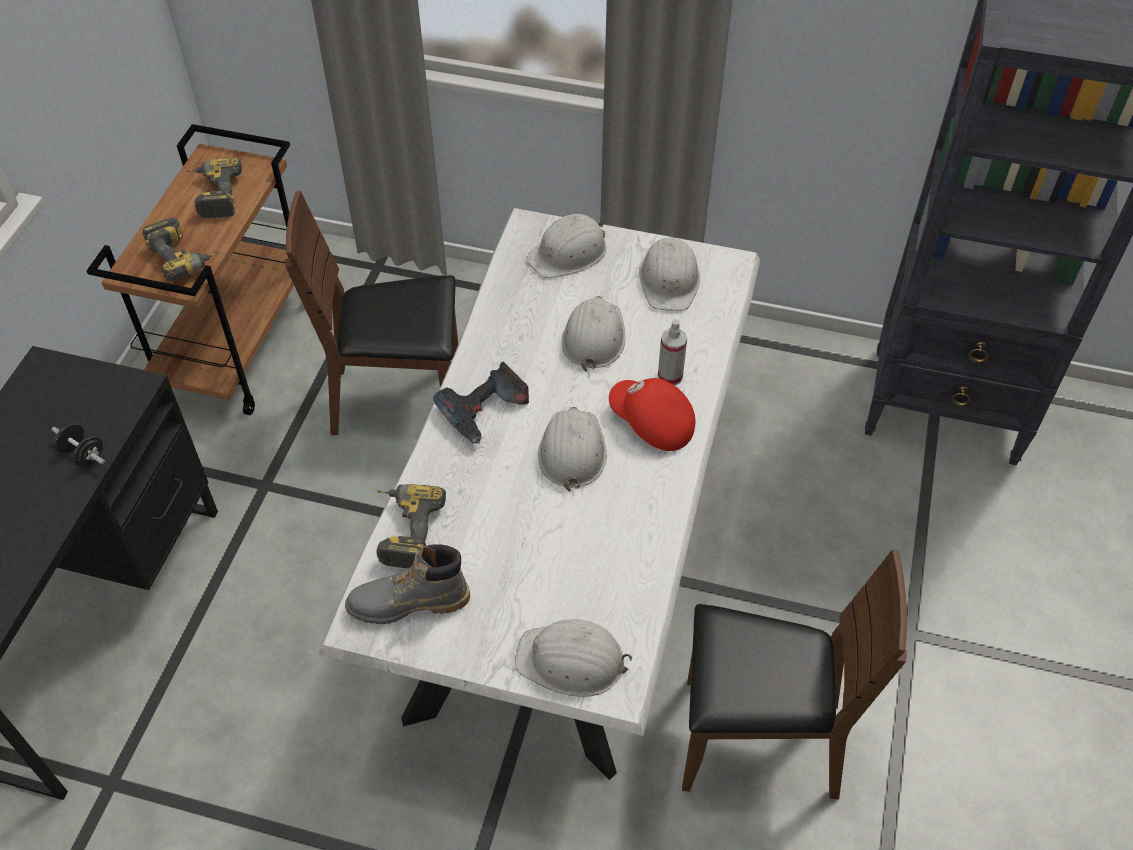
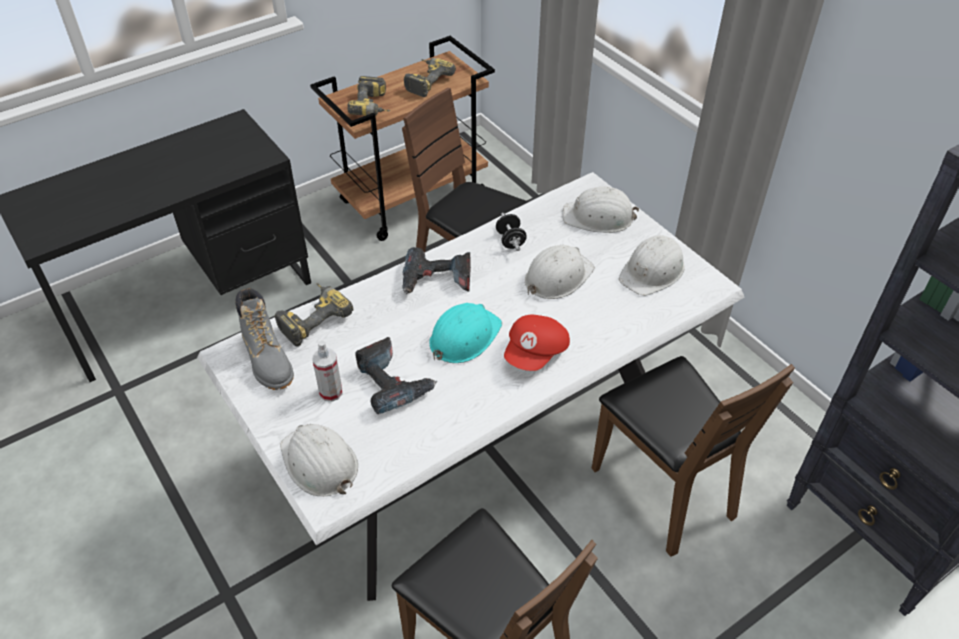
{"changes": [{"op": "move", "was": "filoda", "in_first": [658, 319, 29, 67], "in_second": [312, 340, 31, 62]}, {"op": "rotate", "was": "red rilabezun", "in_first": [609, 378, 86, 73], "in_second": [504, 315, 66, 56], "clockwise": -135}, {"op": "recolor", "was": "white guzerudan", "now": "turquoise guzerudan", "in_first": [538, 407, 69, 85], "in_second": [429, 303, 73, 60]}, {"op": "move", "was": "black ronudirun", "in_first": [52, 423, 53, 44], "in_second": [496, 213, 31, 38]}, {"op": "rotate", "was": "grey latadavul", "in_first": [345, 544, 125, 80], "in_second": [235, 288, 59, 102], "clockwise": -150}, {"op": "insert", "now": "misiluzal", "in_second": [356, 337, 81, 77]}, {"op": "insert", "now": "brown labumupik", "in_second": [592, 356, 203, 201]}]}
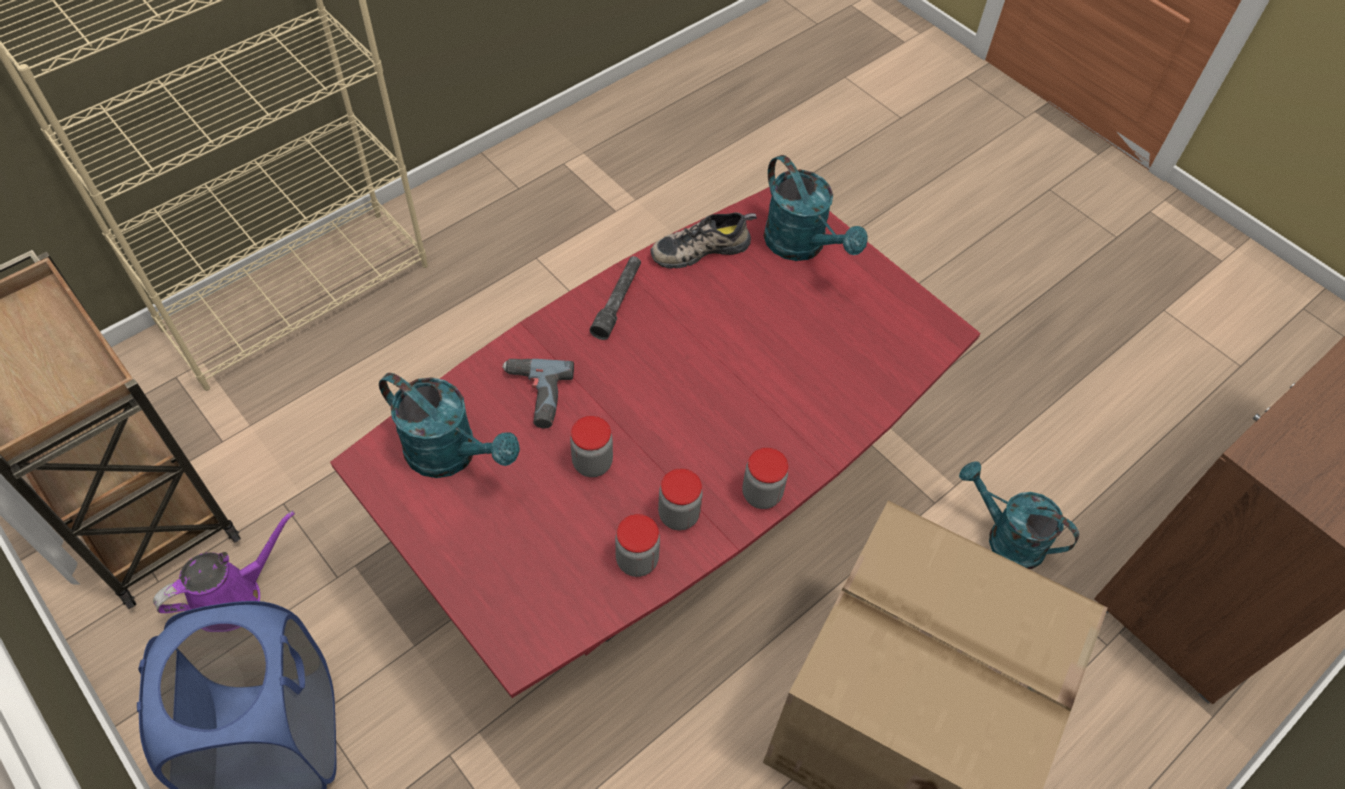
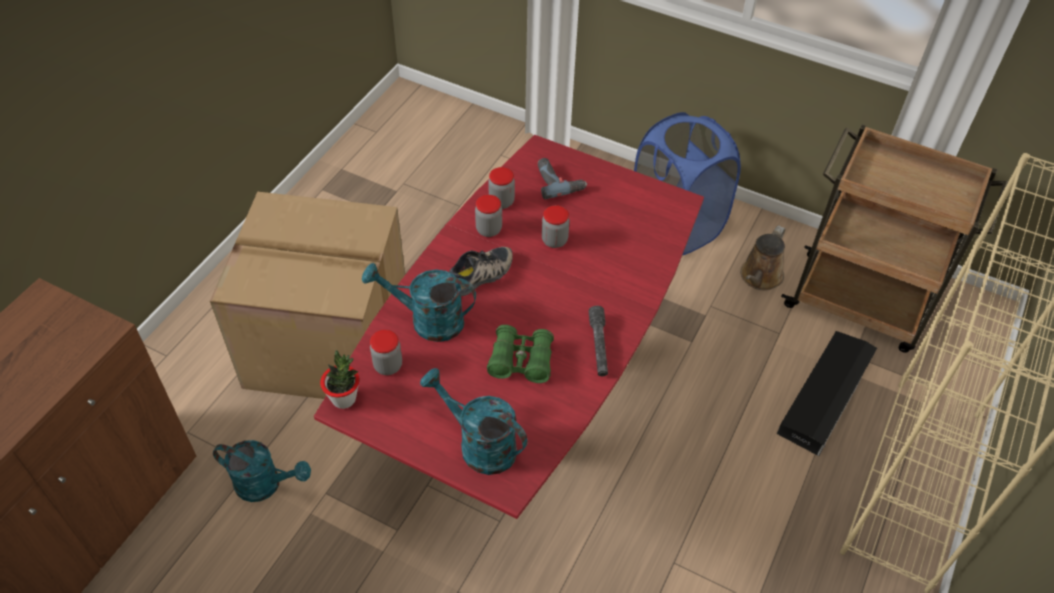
{"changes": [{"op": "move", "was": "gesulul", "in_first": [651, 212, 106, 57], "in_second": [449, 247, 64, 49]}, {"op": "move", "was": "misiluzal", "in_first": [502, 359, 72, 70], "in_second": [538, 158, 49, 41]}, {"op": "move", "was": "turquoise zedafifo", "in_first": [379, 373, 141, 105], "in_second": [362, 263, 114, 79]}, {"op": "move", "was": "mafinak", "in_first": [742, 448, 46, 61], "in_second": [370, 330, 32, 45]}, {"op": "recolor", "was": "purple zedafifo", "now": "brown zedafifo", "in_first": [153, 510, 142, 103], "in_second": [740, 225, 46, 66]}, {"op": "insert", "now": "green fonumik", "in_second": [487, 325, 67, 58]}, {"op": "insert", "now": "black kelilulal", "in_second": [777, 331, 100, 125]}, {"op": "insert", "now": "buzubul", "in_second": [320, 350, 39, 59]}]}
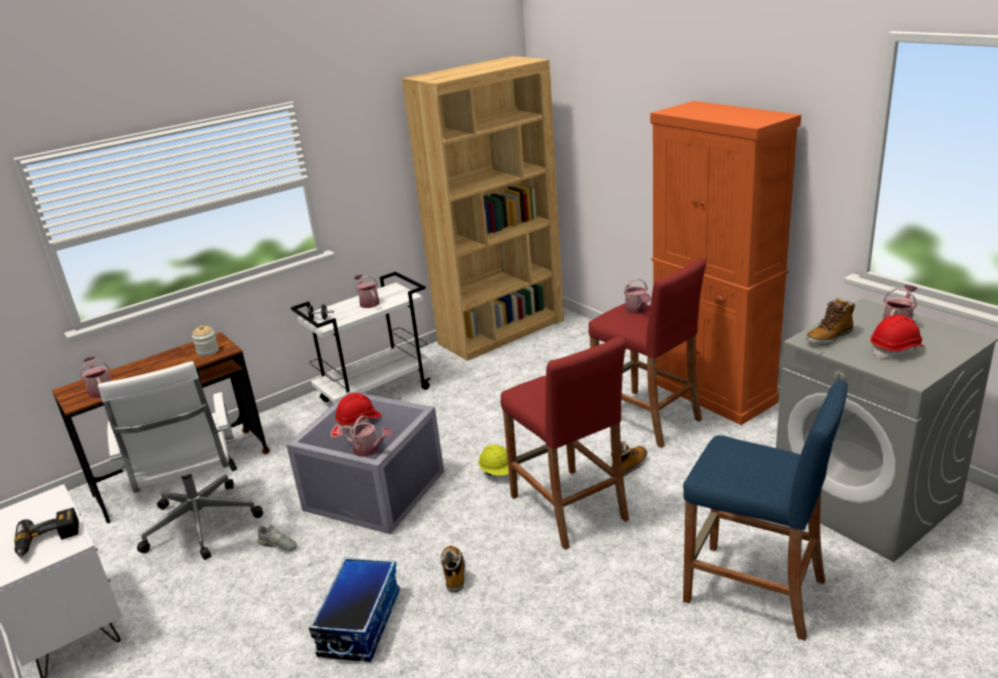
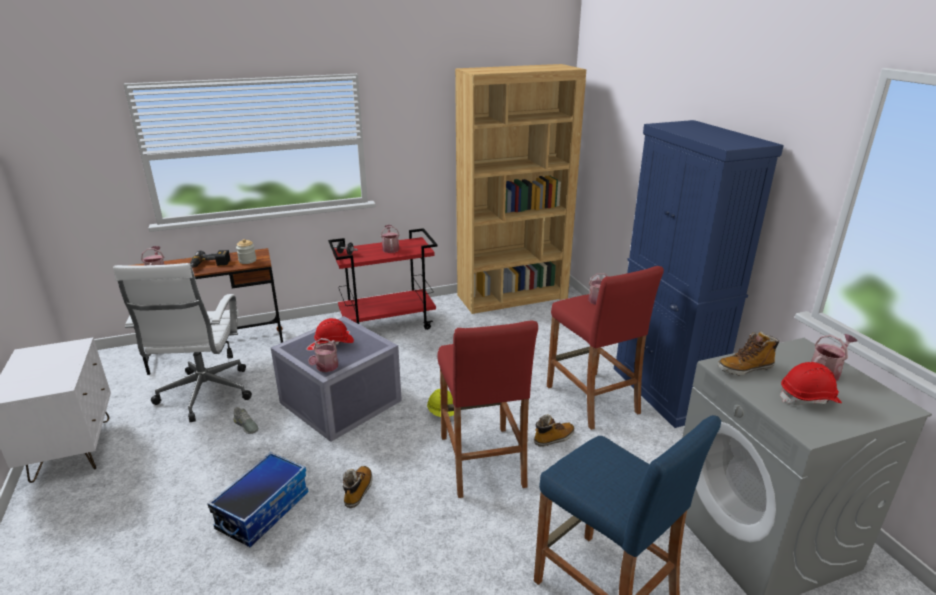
{"changes": [{"op": "recolor", "was": "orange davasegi", "now": "blue davasegi", "in_first": [650, 101, 151, 324], "in_second": [614, 120, 170, 308]}, {"op": "recolor", "was": "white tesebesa", "now": "red tesebesa", "in_first": [291, 272, 141, 131], "in_second": [328, 228, 110, 102]}, {"op": "rotate", "was": "zedafifo", "in_first": [342, 415, 51, 41], "in_second": [308, 338, 30, 34], "clockwise": 60}, {"op": "move", "was": "misiluzal", "in_first": [14, 507, 65, 51], "in_second": [190, 250, 40, 18]}]}
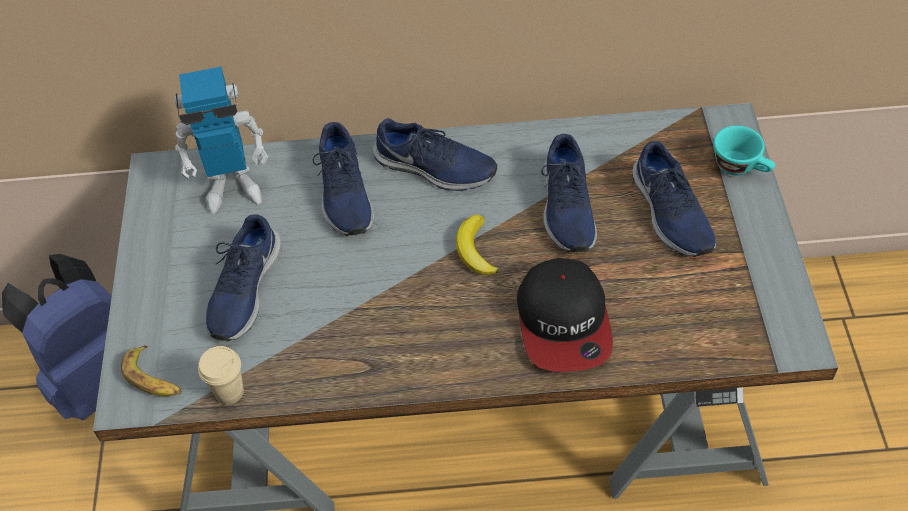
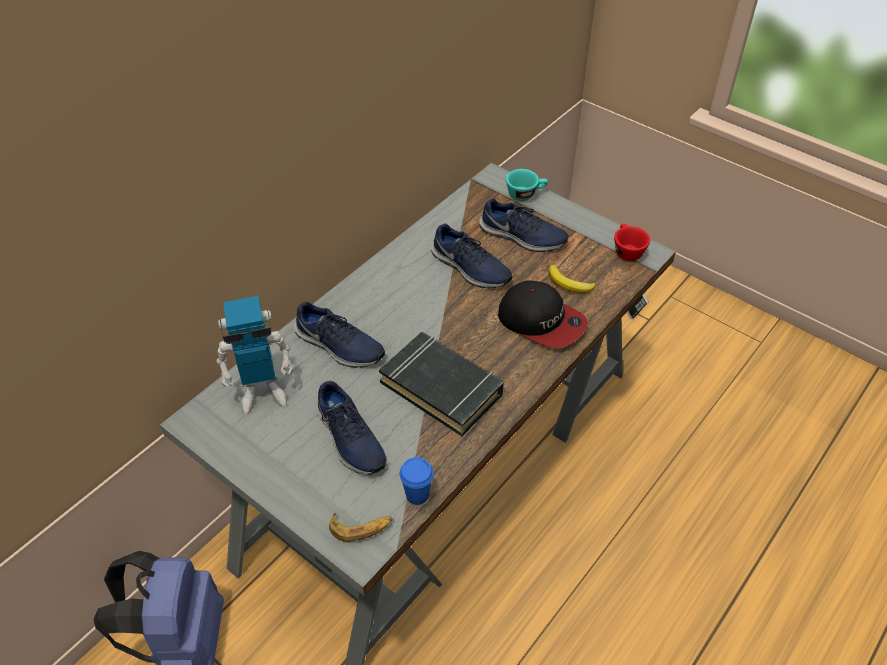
{"changes": [{"op": "rotate", "was": "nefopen", "in_first": [174, 67, 94, 147], "in_second": [216, 296, 78, 119], "clockwise": 45}, {"op": "delete", "was": "blue gesulul", "in_first": [373, 118, 124, 73]}, {"op": "move", "was": "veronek", "in_first": [456, 214, 43, 61], "in_second": [548, 265, 48, 28]}, {"op": "recolor", "was": "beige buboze", "now": "blue buboze", "in_first": [198, 346, 46, 58], "in_second": [399, 457, 35, 48]}, {"op": "insert", "now": "red buboze", "in_second": [614, 224, 36, 37]}, {"op": "insert", "now": "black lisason", "in_second": [379, 332, 125, 104]}]}
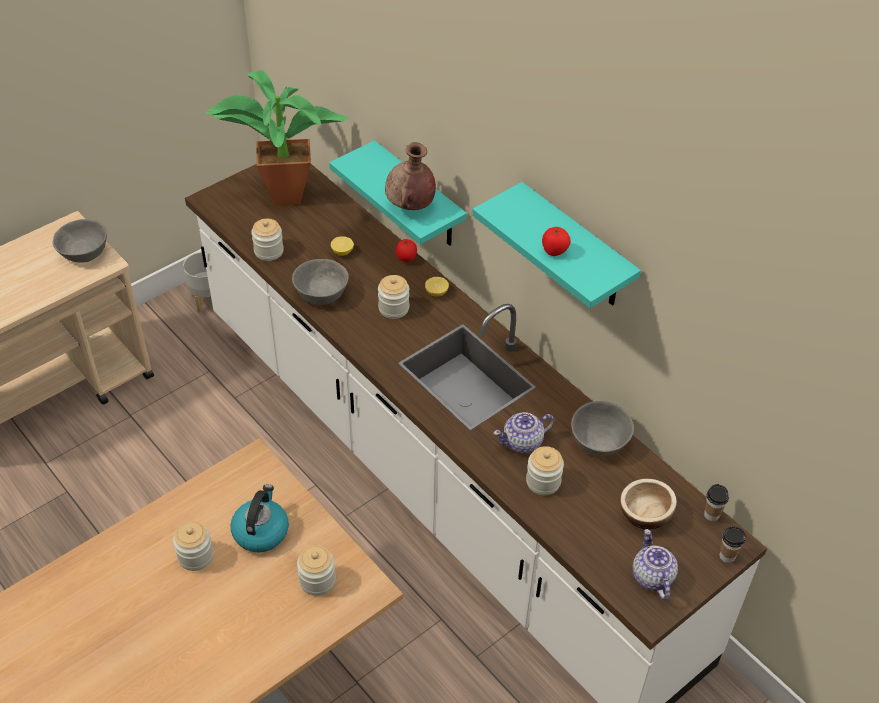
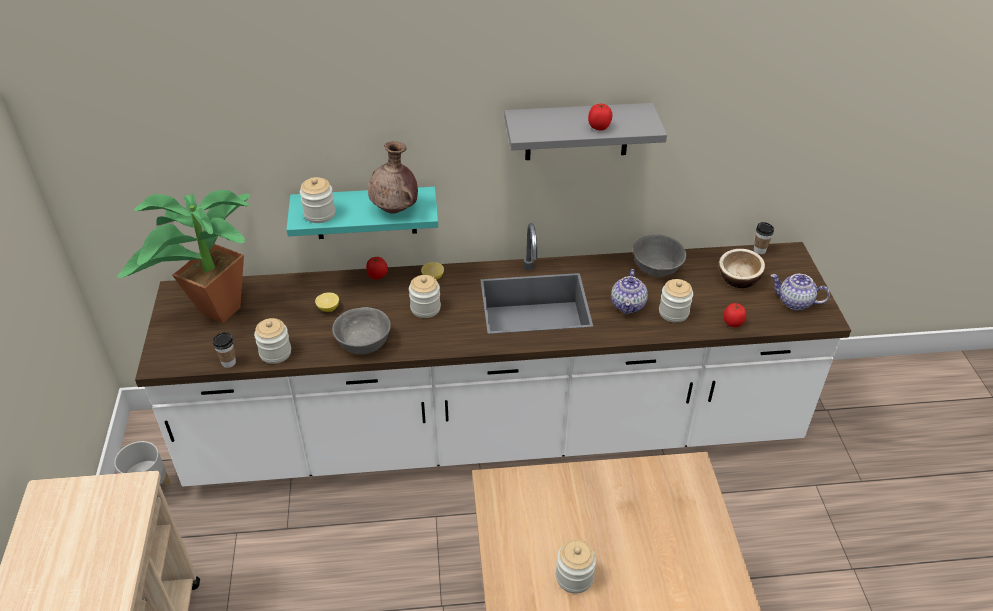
{"changes": [{"op": "recolor", "was": "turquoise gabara", "now": "grey gabara", "in_first": [472, 182, 169, 126], "in_second": [504, 103, 163, 57]}, {"op": "delete", "was": "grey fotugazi", "in_first": [53, 219, 54, 44]}, {"op": "delete", "was": "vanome", "in_first": [231, 484, 58, 68]}, {"op": "move", "was": "buboze", "in_first": [720, 526, 26, 37], "in_second": [213, 332, 23, 36]}, {"op": "move", "was": "mafinak", "in_first": [297, 545, 39, 51], "in_second": [300, 177, 35, 46]}, {"op": "insert", "now": "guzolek", "in_second": [723, 303, 23, 24]}]}
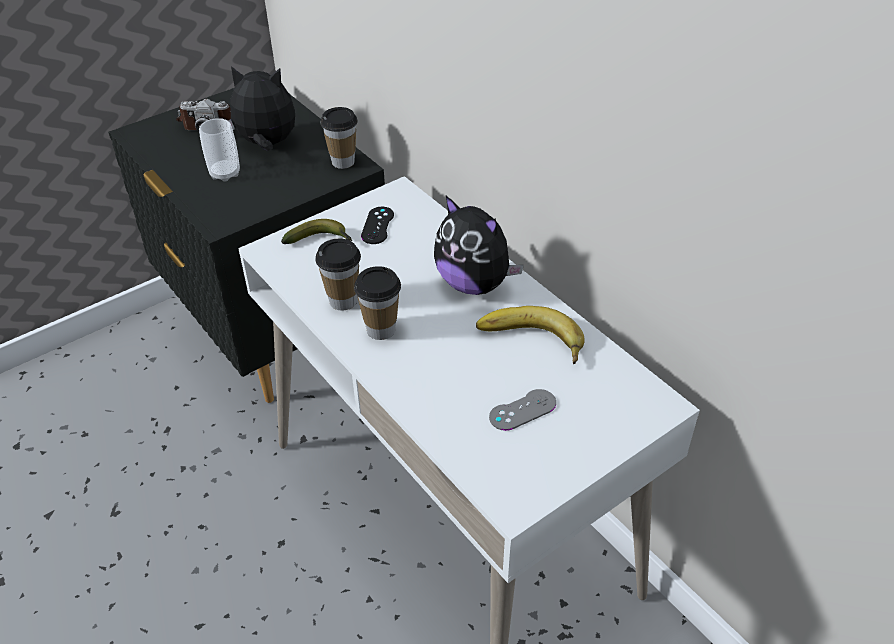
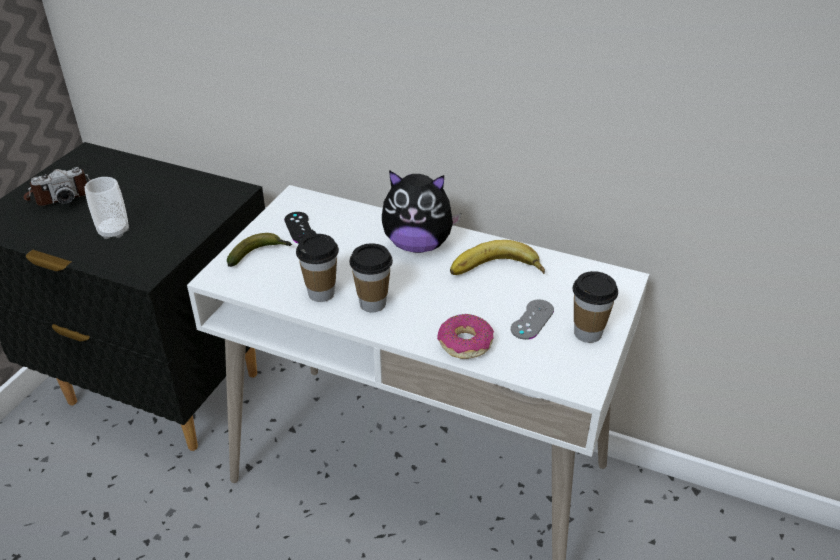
{"changes": [{"op": "delete", "was": "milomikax", "in_first": [228, 66, 67, 85]}, {"op": "move", "was": "buboze", "in_first": [320, 107, 38, 62], "in_second": [572, 271, 46, 72]}, {"op": "insert", "now": "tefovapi", "in_second": [437, 314, 57, 45]}]}
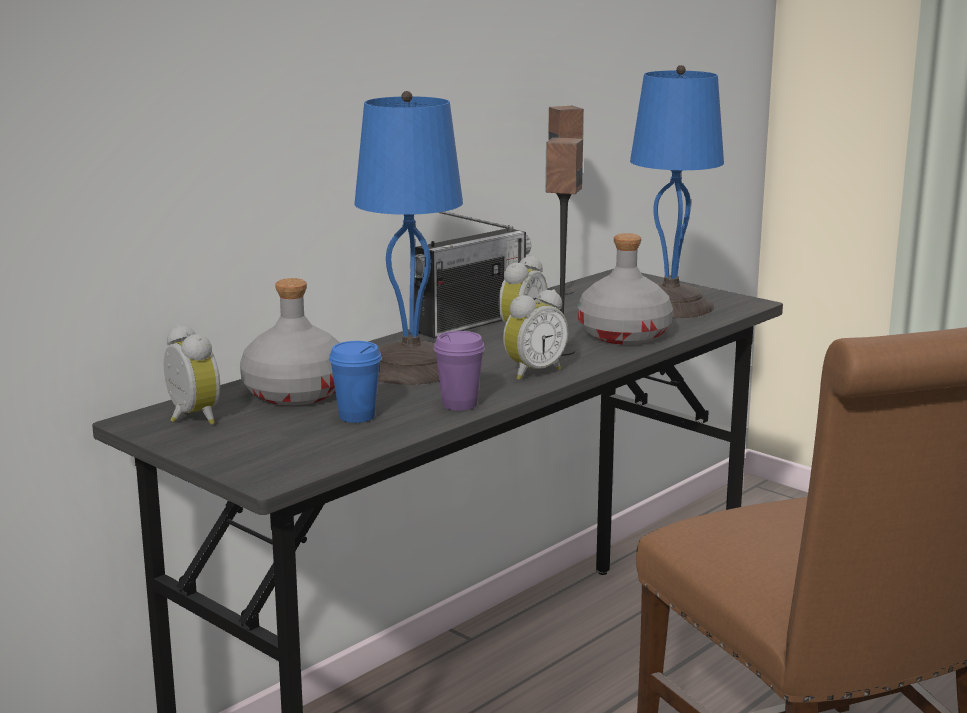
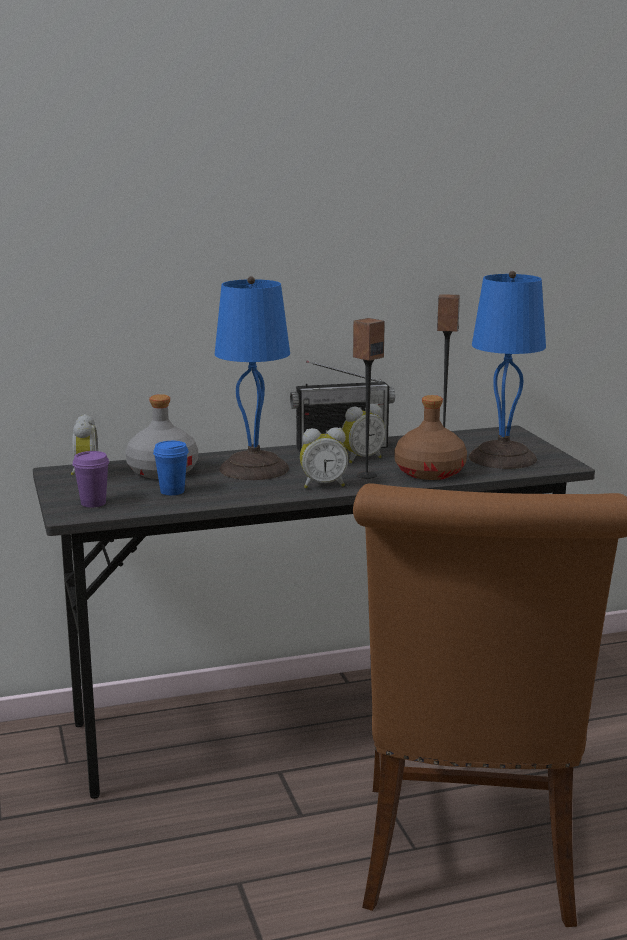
{"changes": [{"op": "recolor", "was": "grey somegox", "now": "brown somegox", "in_first": [578, 233, 95, 112], "in_second": [394, 395, 73, 85]}, {"op": "move", "was": "purple buboze", "in_first": [434, 331, 51, 80], "in_second": [72, 451, 37, 56]}]}
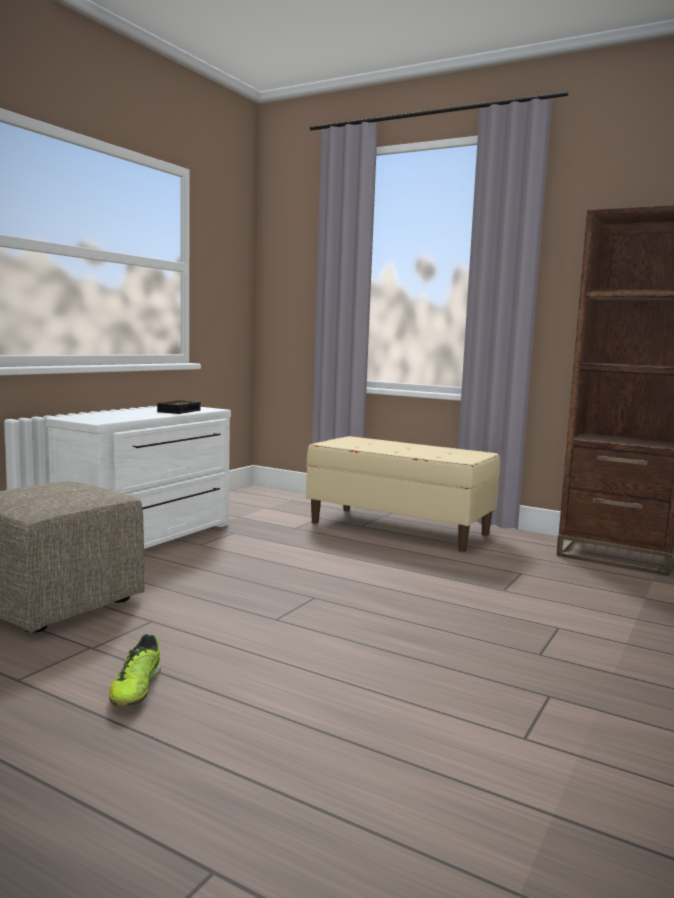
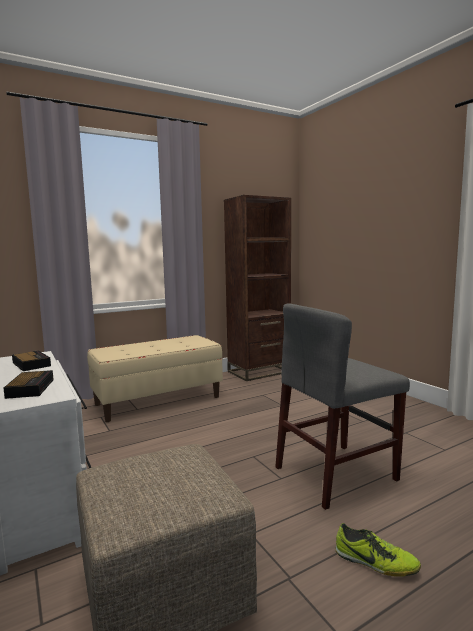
{"changes": [{"op": "insert", "now": "grey labumupik", "in_second": [275, 303, 135, 207]}, {"op": "insert", "now": "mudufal", "in_second": [4, 370, 50, 29]}]}
